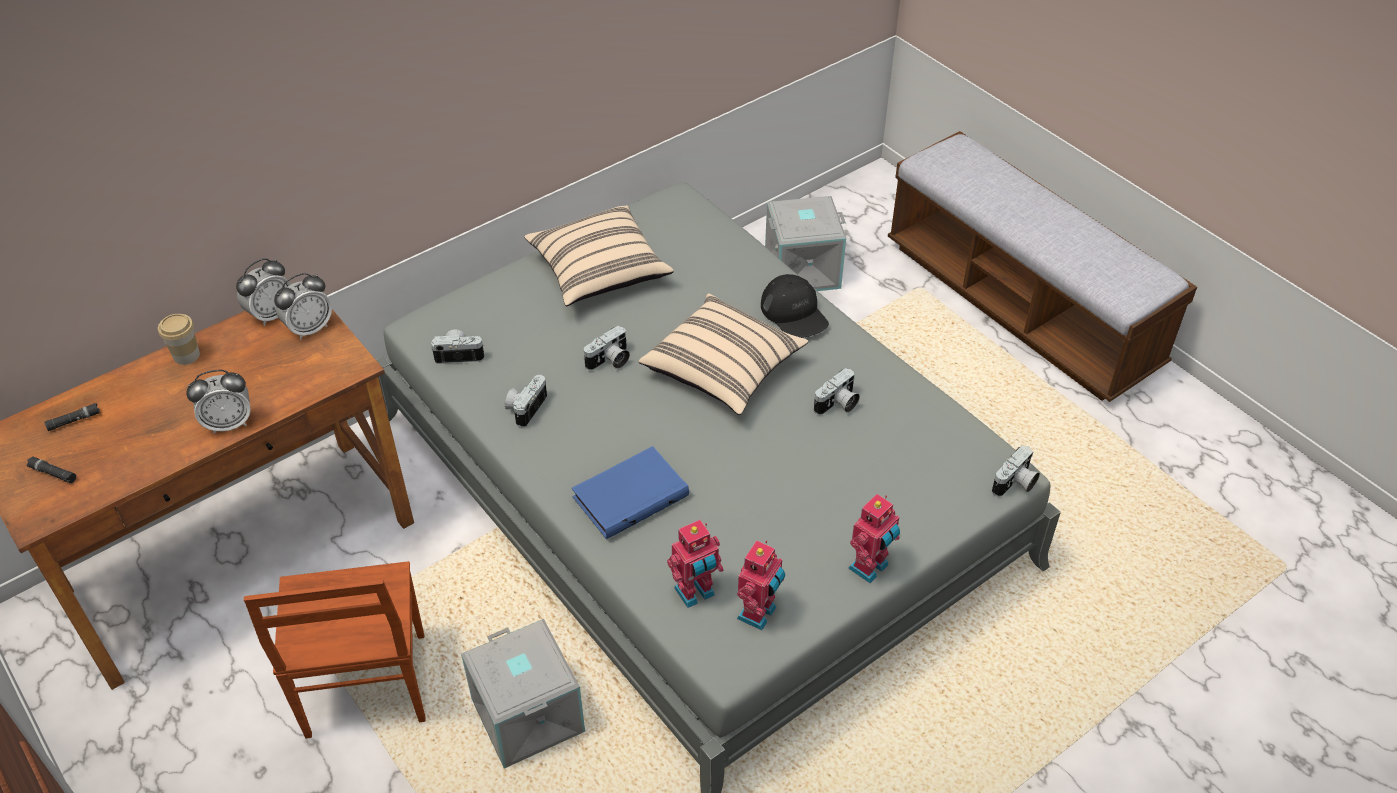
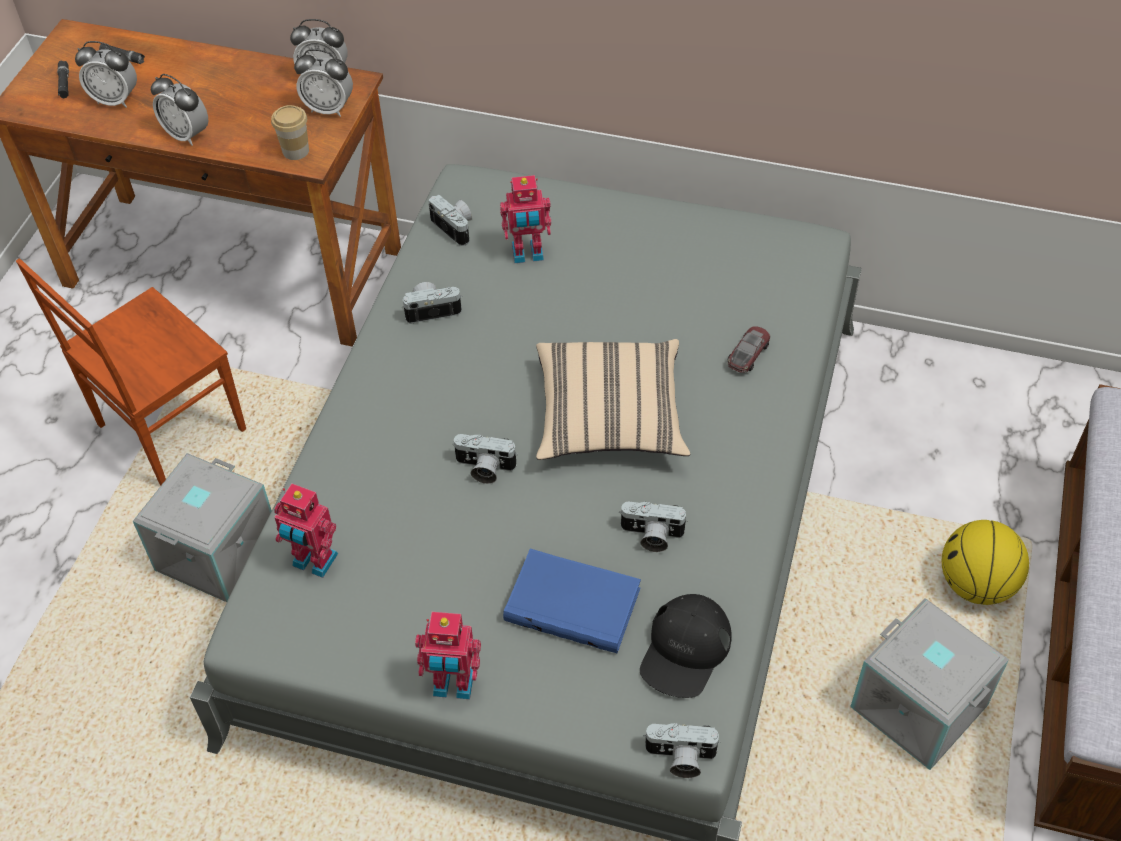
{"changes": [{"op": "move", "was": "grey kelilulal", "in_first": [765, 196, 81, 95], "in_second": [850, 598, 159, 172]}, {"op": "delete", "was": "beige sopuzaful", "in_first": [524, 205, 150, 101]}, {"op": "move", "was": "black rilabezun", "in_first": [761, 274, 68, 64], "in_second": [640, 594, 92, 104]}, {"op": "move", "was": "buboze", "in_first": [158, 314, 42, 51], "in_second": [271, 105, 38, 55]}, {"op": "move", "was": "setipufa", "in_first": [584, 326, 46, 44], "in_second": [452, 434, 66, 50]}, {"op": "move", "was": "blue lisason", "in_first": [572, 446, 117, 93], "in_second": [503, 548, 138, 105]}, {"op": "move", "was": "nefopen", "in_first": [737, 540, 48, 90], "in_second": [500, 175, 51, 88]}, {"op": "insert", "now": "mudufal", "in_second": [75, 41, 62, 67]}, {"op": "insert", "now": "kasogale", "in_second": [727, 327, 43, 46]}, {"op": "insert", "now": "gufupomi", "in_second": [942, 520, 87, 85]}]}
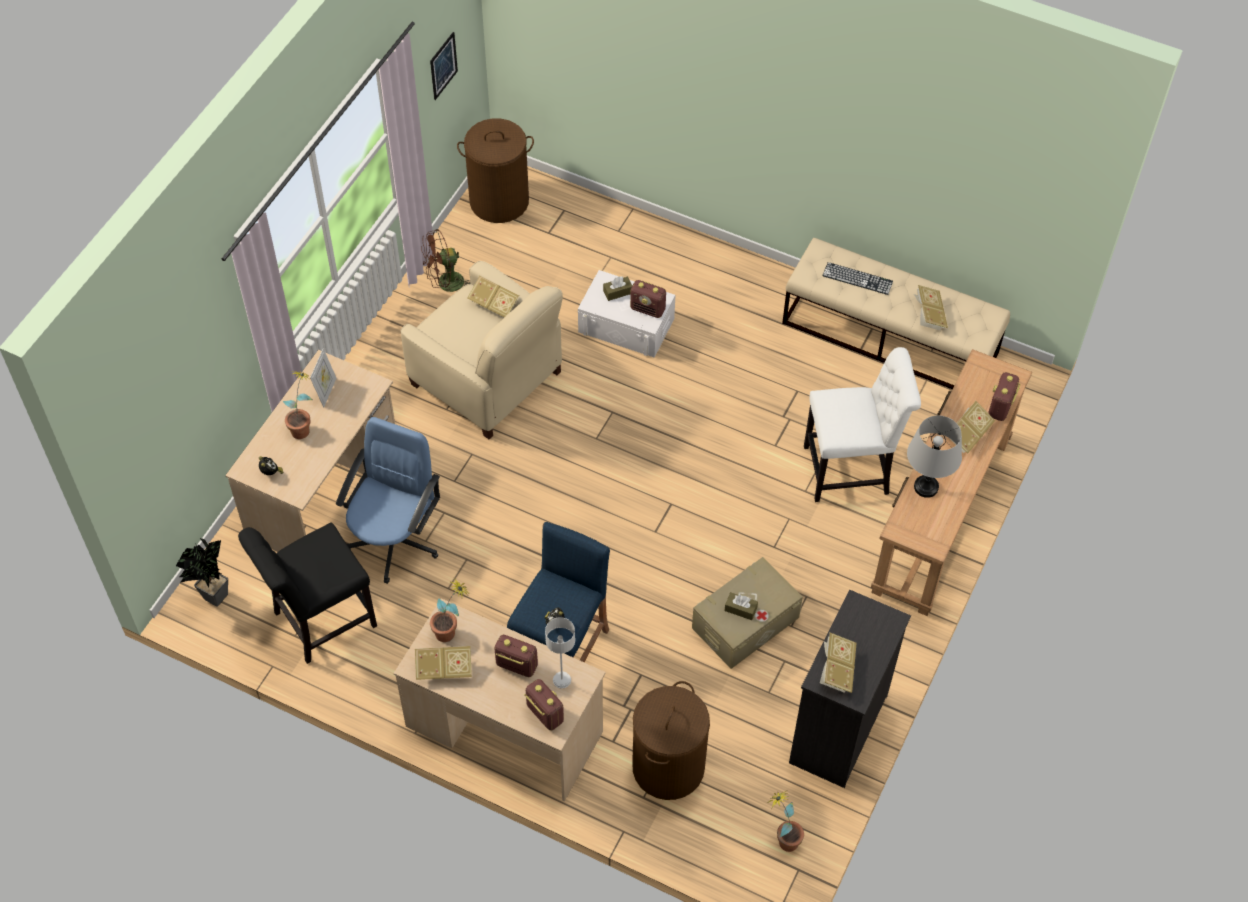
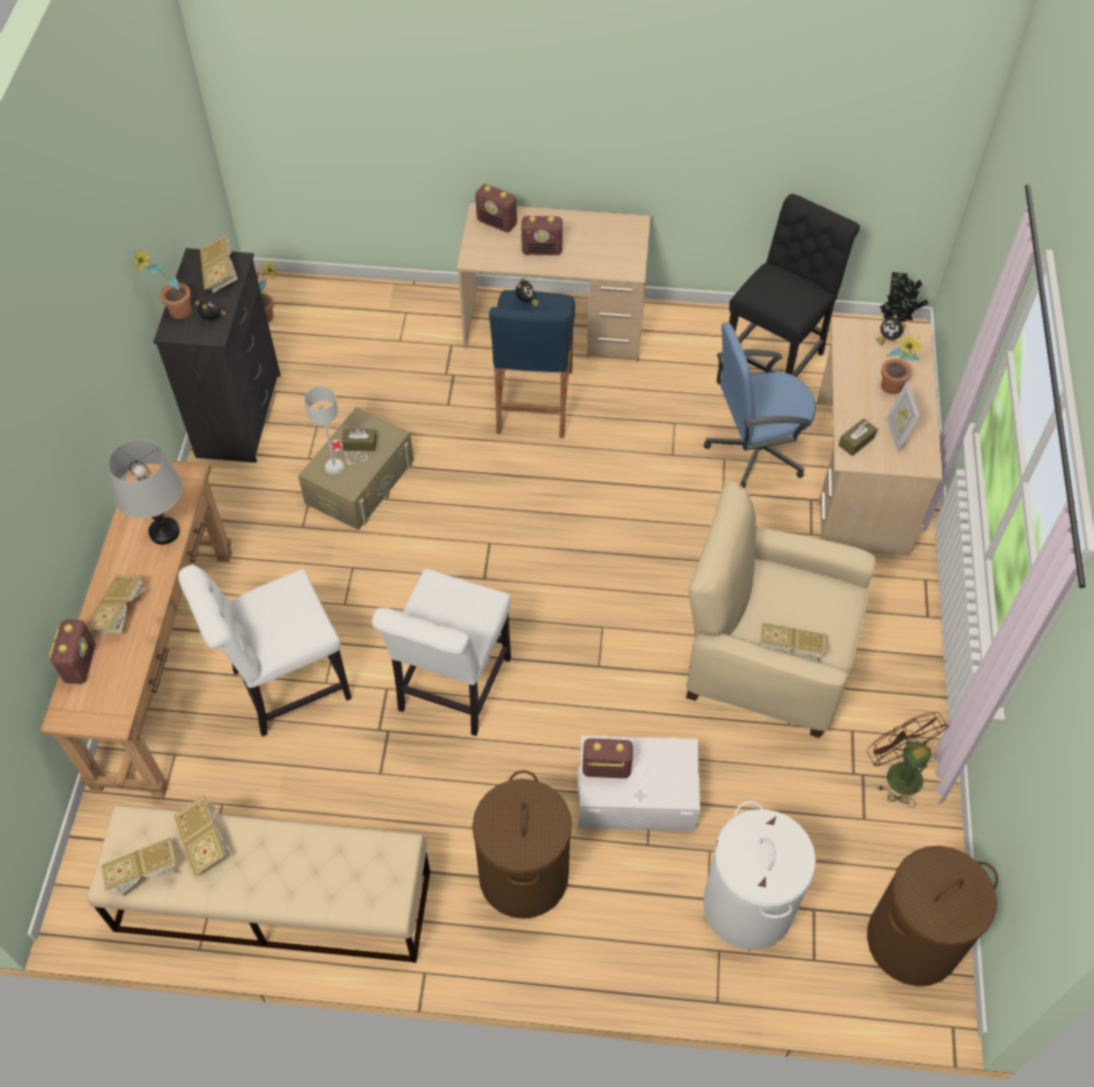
{"changes": [{"op": "delete", "was": "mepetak", "in_first": [430, 32, 28, 68]}, {"op": "rotate", "was": "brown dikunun", "in_first": [421, 229, 48, 63], "in_second": [867, 712, 81, 95], "clockwise": -75}, {"op": "delete", "was": "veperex", "in_first": [822, 262, 71, 33]}, {"op": "move", "was": "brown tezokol", "in_first": [603, 276, 29, 25], "in_second": [838, 418, 39, 38]}, {"op": "rotate", "was": "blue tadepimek", "in_first": [336, 417, 104, 167], "in_second": [704, 322, 112, 166], "clockwise": 75}, {"op": "move", "was": "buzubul", "in_first": [430, 578, 38, 64], "in_second": [132, 247, 59, 72]}, {"op": "move", "was": "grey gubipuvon", "in_first": [545, 617, 30, 71], "in_second": [304, 386, 40, 88]}, {"op": "move", "was": "lisason", "in_first": [415, 646, 57, 34], "in_second": [101, 838, 75, 60]}, {"op": "move", "was": "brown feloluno", "in_first": [632, 681, 78, 119], "in_second": [472, 770, 100, 149]}, {"op": "insert", "now": "mudufal", "in_second": [195, 300, 32, 20]}, {"op": "insert", "now": "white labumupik", "in_second": [372, 569, 139, 167]}, {"op": "insert", "now": "white feloluno", "in_second": [703, 801, 113, 149]}]}
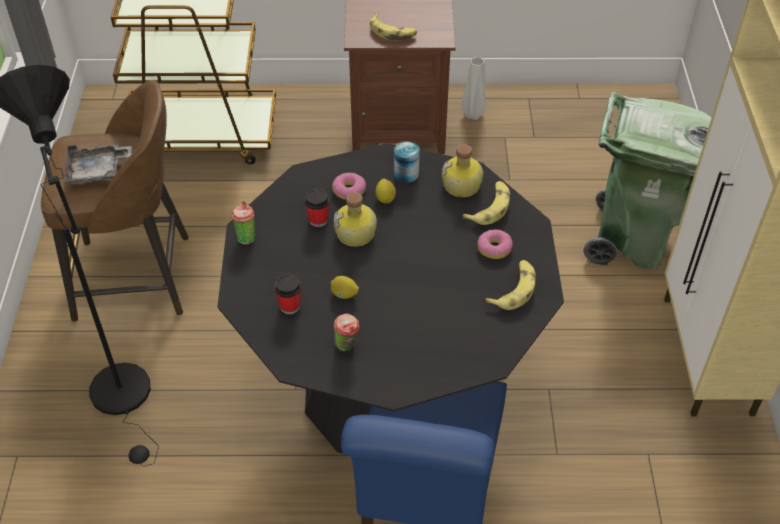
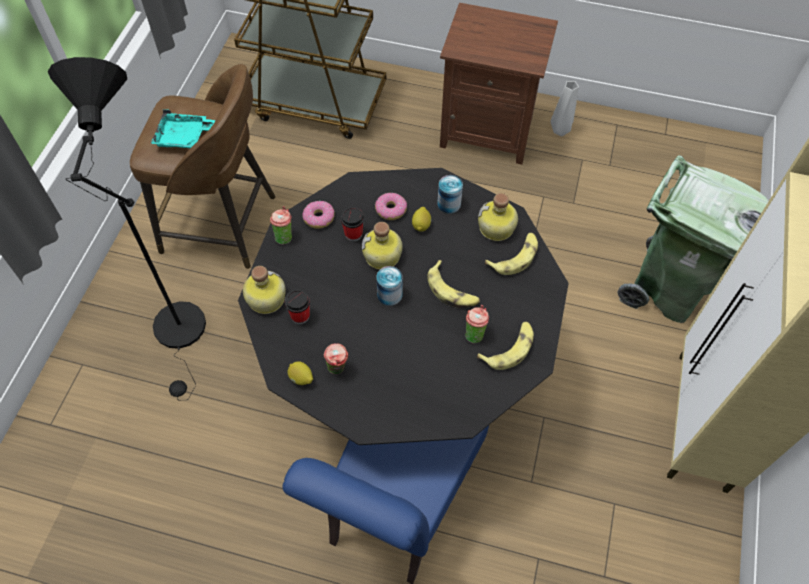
{"changes": [{"op": "move", "was": "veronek", "in_first": [370, 13, 47, 28], "in_second": [427, 260, 53, 48]}, {"op": "recolor", "was": "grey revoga", "now": "turquoise revoga", "in_first": [64, 144, 68, 40], "in_second": [151, 109, 65, 39]}, {"op": "move", "was": "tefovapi", "in_first": [477, 229, 36, 30], "in_second": [302, 201, 33, 28]}, {"op": "move", "was": "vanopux", "in_first": [331, 276, 28, 23], "in_second": [287, 361, 26, 24]}, {"op": "insert", "now": "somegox", "in_second": [243, 266, 43, 48]}, {"op": "insert", "now": "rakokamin", "in_second": [377, 266, 26, 40]}, {"op": "insert", "now": "buboze", "in_second": [465, 305, 24, 38]}]}
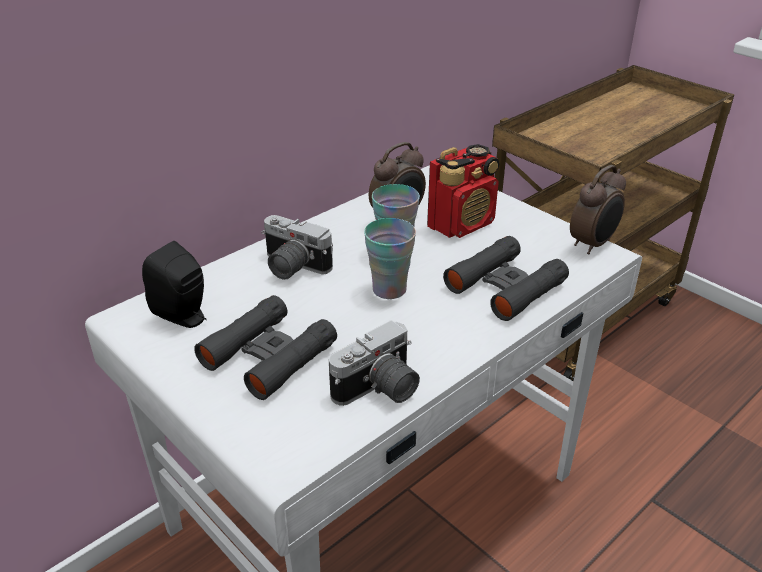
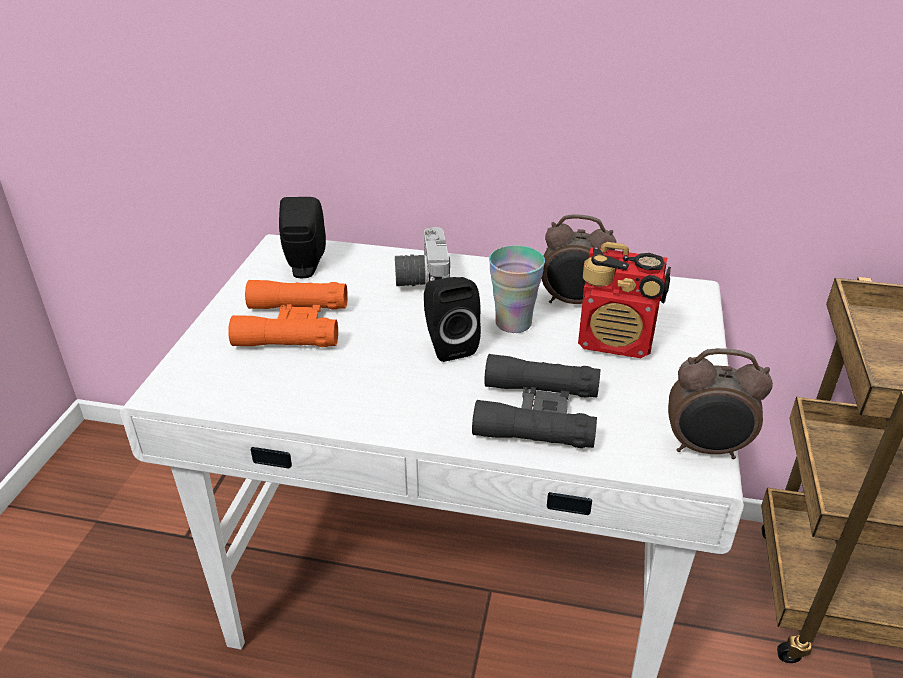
{"changes": [{"op": "replace", "was": "buboze", "now": "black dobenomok", "in_first": [364, 218, 52, 81], "in_second": [424, 277, 57, 85]}, {"op": "recolor", "was": "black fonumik", "now": "orange fonumik", "in_first": [194, 295, 143, 105], "in_second": [228, 280, 120, 67]}, {"op": "delete", "was": "setipufa", "in_first": [329, 320, 91, 86]}]}
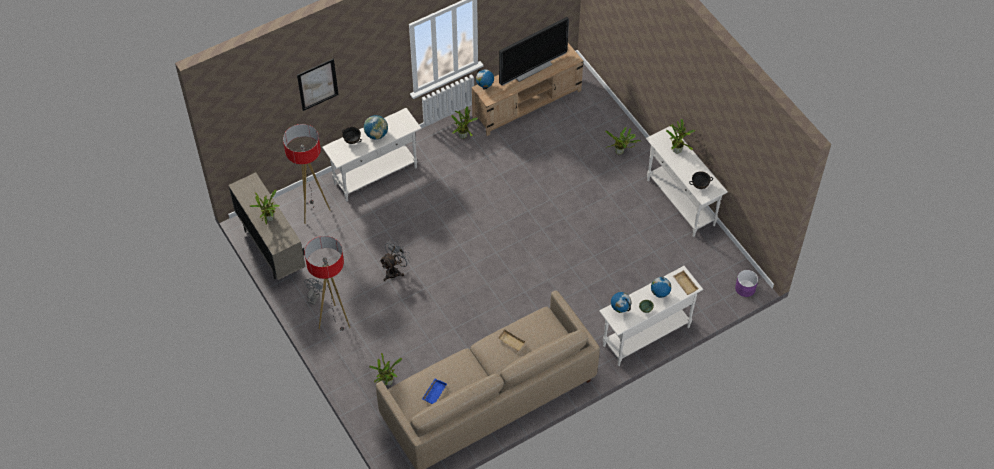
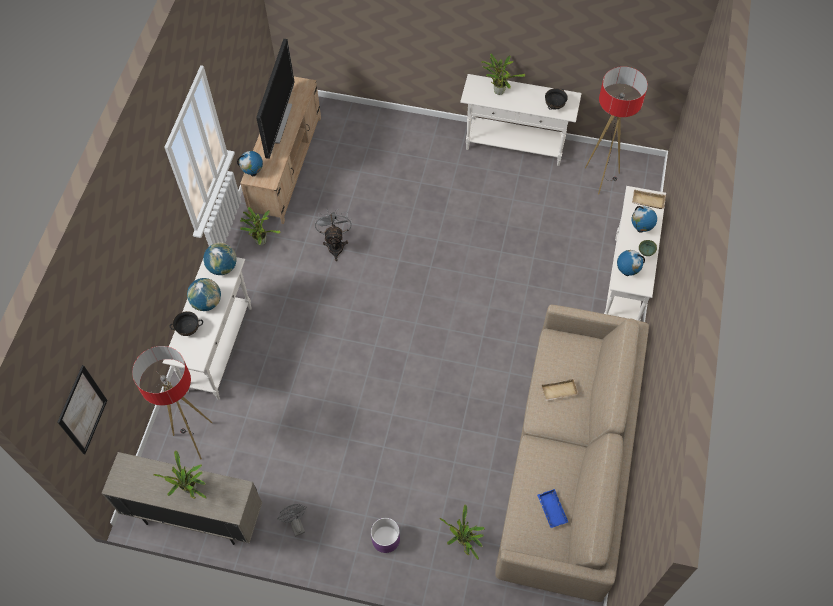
{"changes": [{"op": "move", "was": "mepetak", "in_first": [297, 59, 42, 52], "in_second": [58, 365, 50, 89]}, {"op": "delete", "was": "buzubul", "in_first": [605, 127, 35, 28]}, {"op": "move", "was": "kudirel", "in_first": [305, 236, 45, 95], "in_second": [585, 66, 63, 128]}, {"op": "move", "was": "grey dikunun", "in_first": [379, 239, 32, 42], "in_second": [315, 209, 37, 52]}, {"op": "move", "was": "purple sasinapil", "in_first": [735, 270, 23, 27], "in_second": [371, 518, 29, 35]}, {"op": "insert", "now": "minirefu", "in_second": [203, 242, 34, 33]}]}
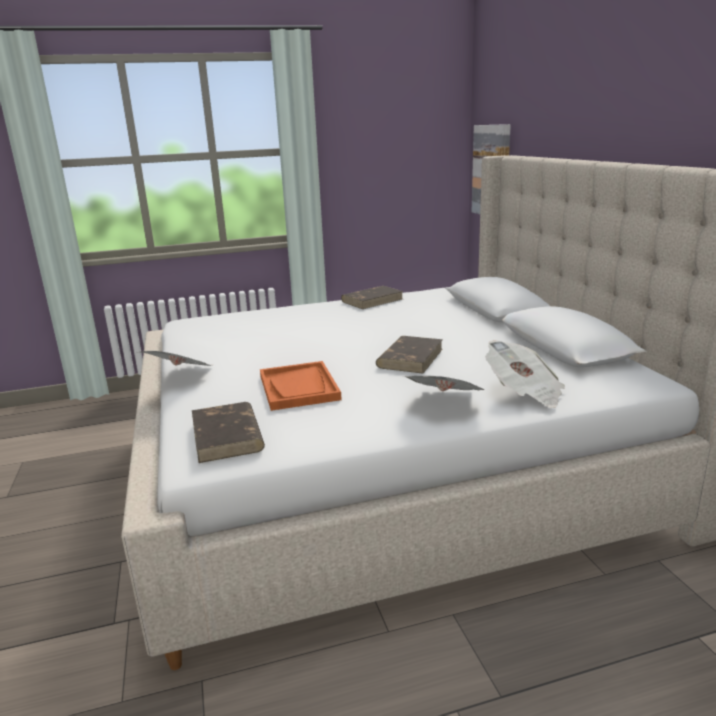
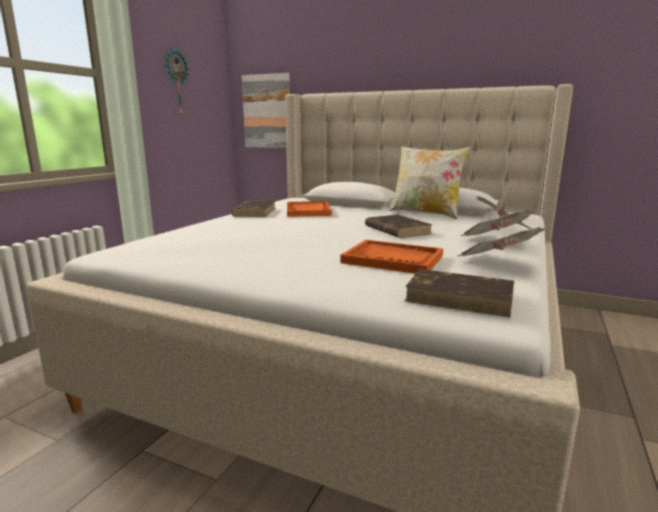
{"changes": [{"op": "move", "was": "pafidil", "in_first": [141, 351, 70, 15], "in_second": [458, 227, 87, 29]}, {"op": "insert", "now": "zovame", "in_second": [163, 46, 26, 71]}, {"op": "insert", "now": "sopuzaful", "in_second": [389, 146, 81, 73]}, {"op": "insert", "now": "orange revoga", "in_second": [287, 201, 45, 16]}]}
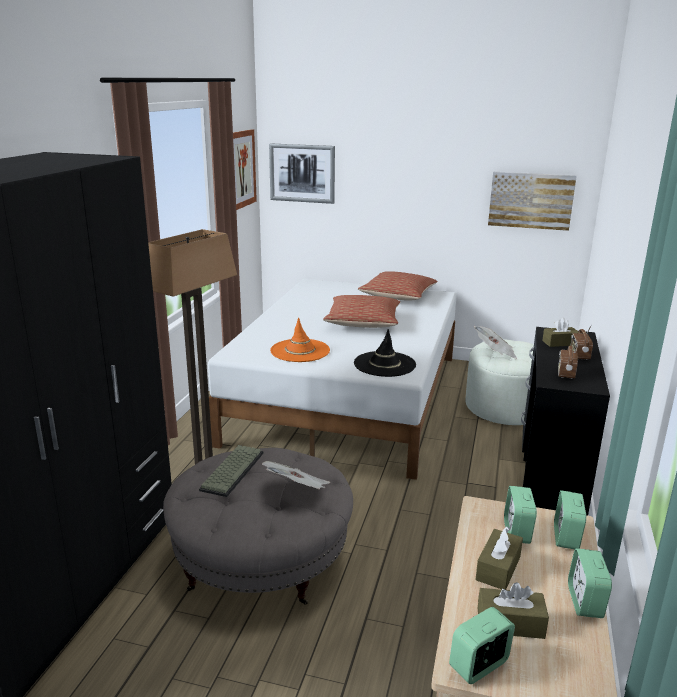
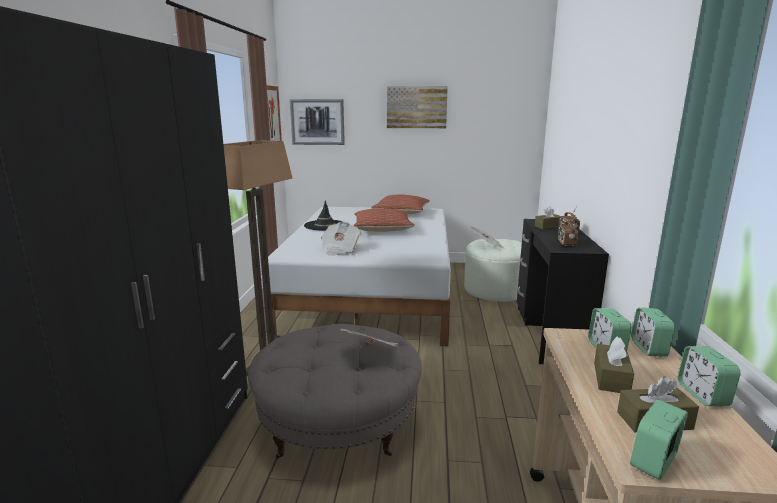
{"changes": [{"op": "move", "was": "mepetak", "in_first": [488, 172, 89, 59], "in_second": [387, 86, 61, 42]}, {"op": "replace", "was": "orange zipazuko", "now": "pafidil", "in_first": [270, 317, 60, 45], "in_second": [321, 222, 40, 34]}, {"op": "move", "was": "black zipazuko", "in_first": [354, 329, 62, 48], "in_second": [304, 201, 39, 29]}, {"op": "delete", "was": "veperex", "in_first": [199, 445, 65, 52]}]}
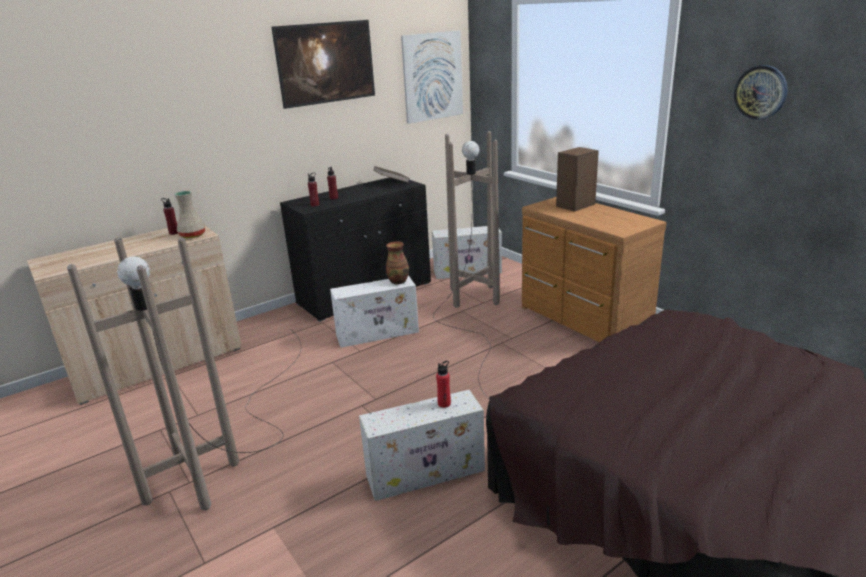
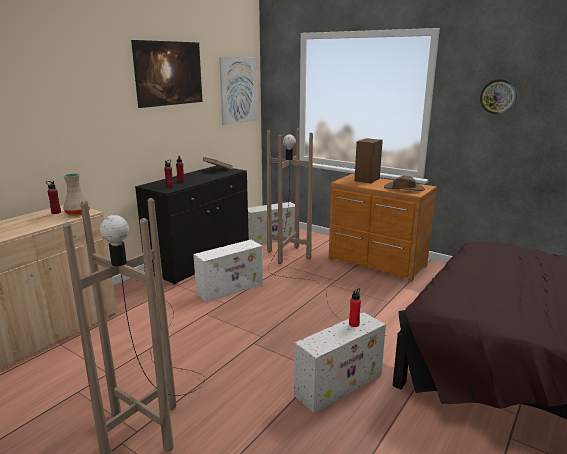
{"changes": [{"op": "delete", "was": "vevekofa", "in_first": [386, 241, 23, 43]}, {"op": "insert", "now": "brown zipazuko", "in_second": [384, 176, 41, 15]}]}
